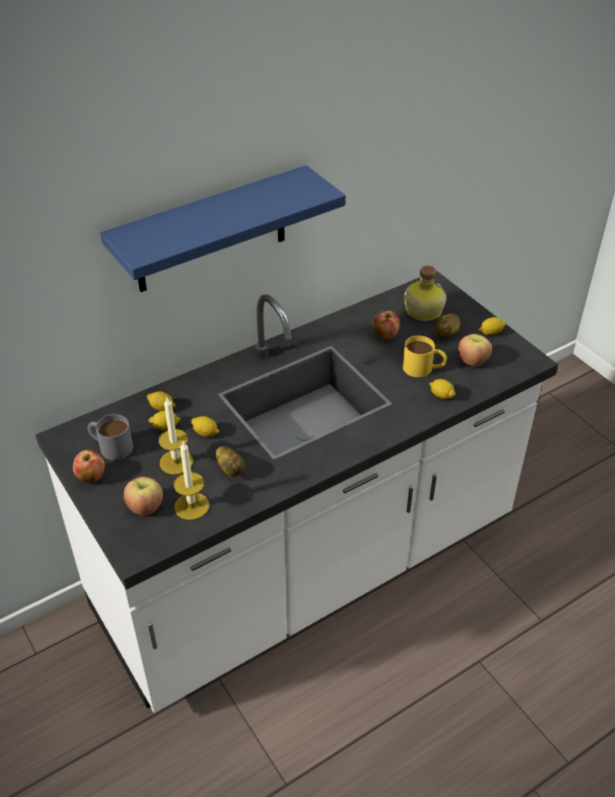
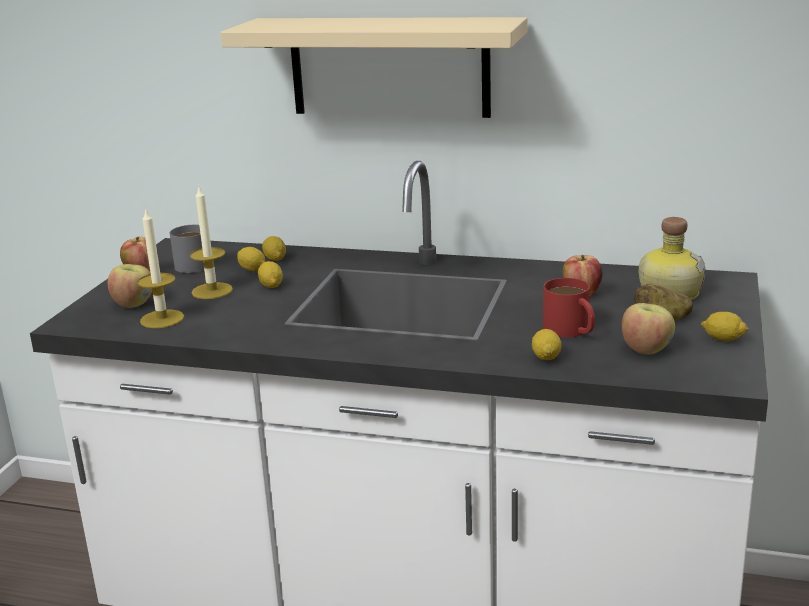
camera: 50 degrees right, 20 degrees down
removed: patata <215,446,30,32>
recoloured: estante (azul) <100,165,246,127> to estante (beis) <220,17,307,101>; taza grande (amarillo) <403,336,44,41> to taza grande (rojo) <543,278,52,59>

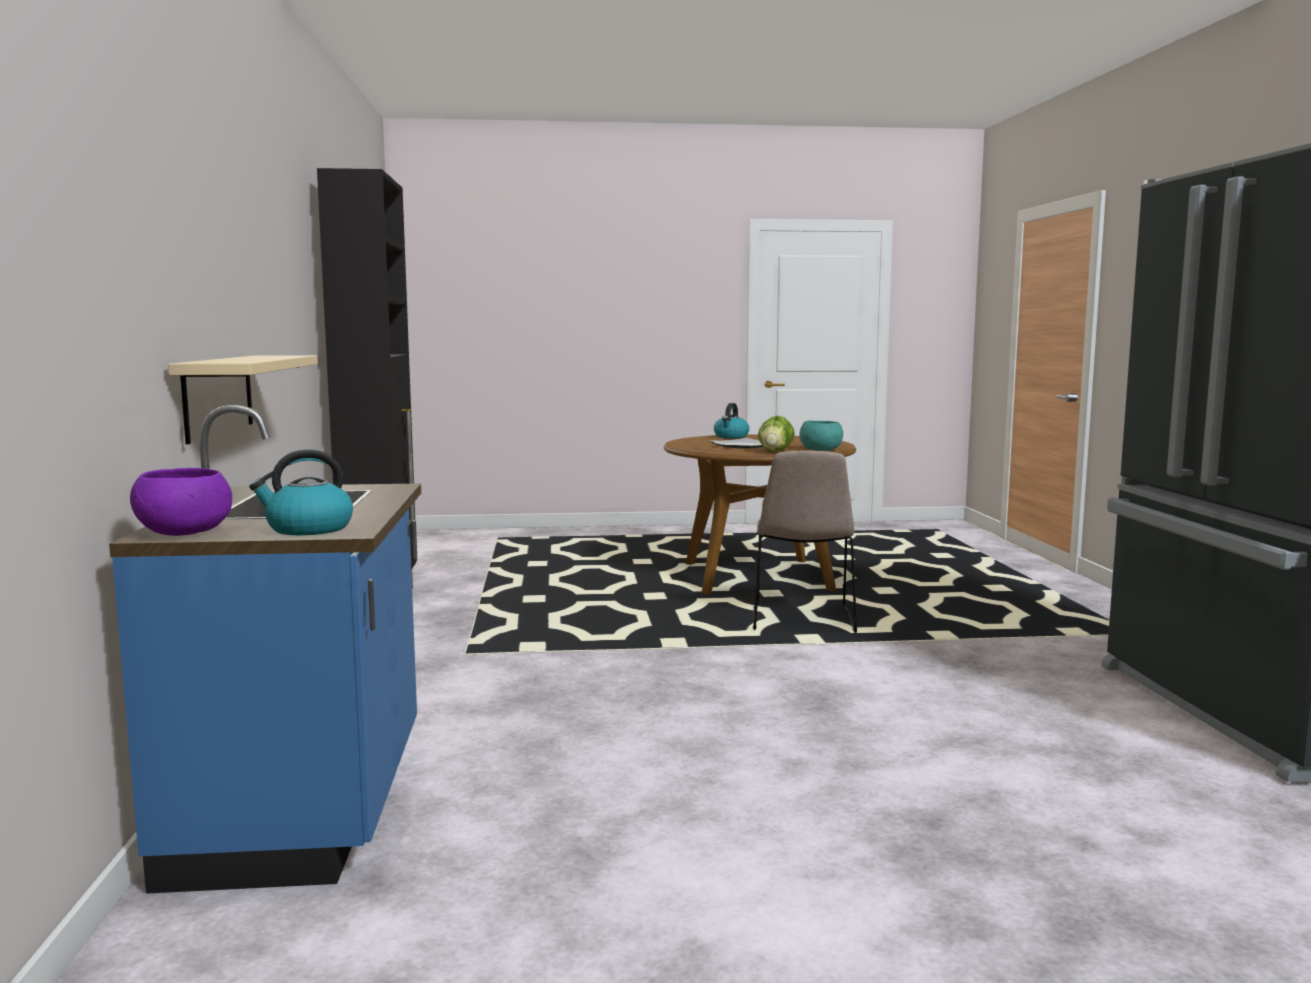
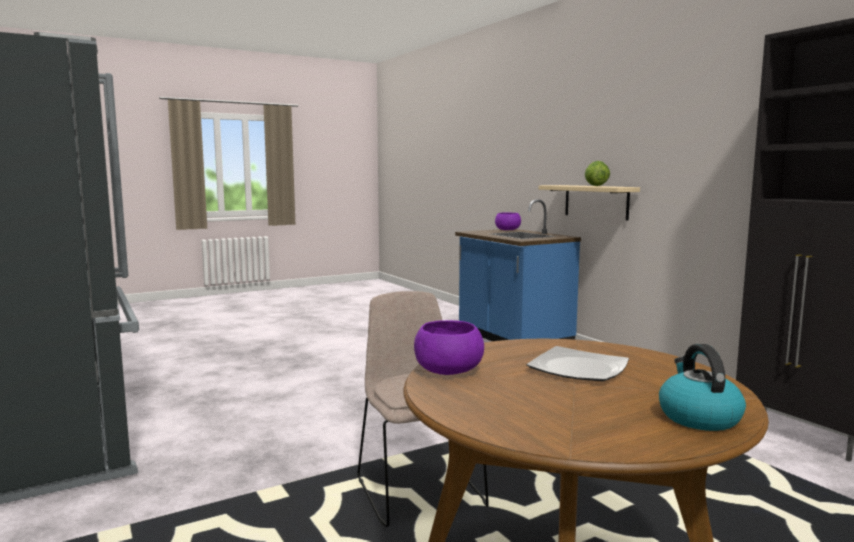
camera: 155 degrees right, 0 degrees up
removed: hervidor <249,449,104,86>
moved: lechuga <758,416,37,36> to <585,161,25,25>
recoloured: cuenco (turquesa) <799,421,44,30> to cuenco (morado) <414,320,70,55>

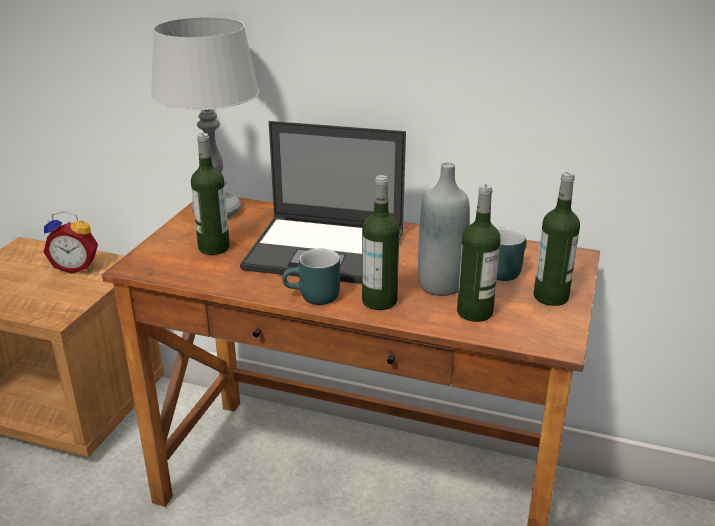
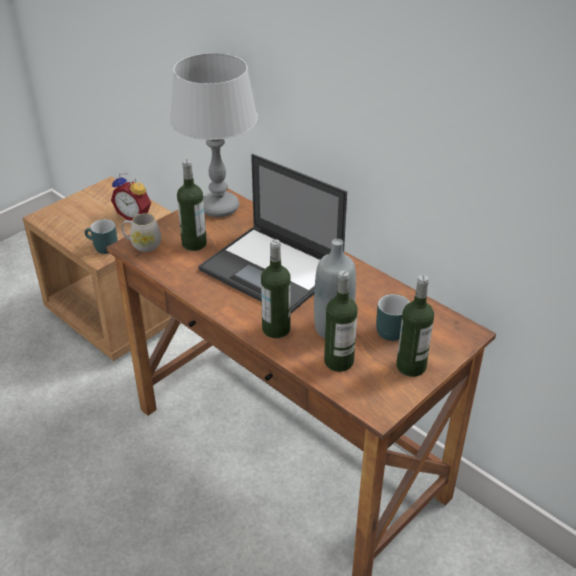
camera: 25 degrees right, 10 degrees up
added: taza grande (blanco) <121,213,40,39>
moved: taza grande (turquesa) <282,248,58,57> to <84,219,34,35>

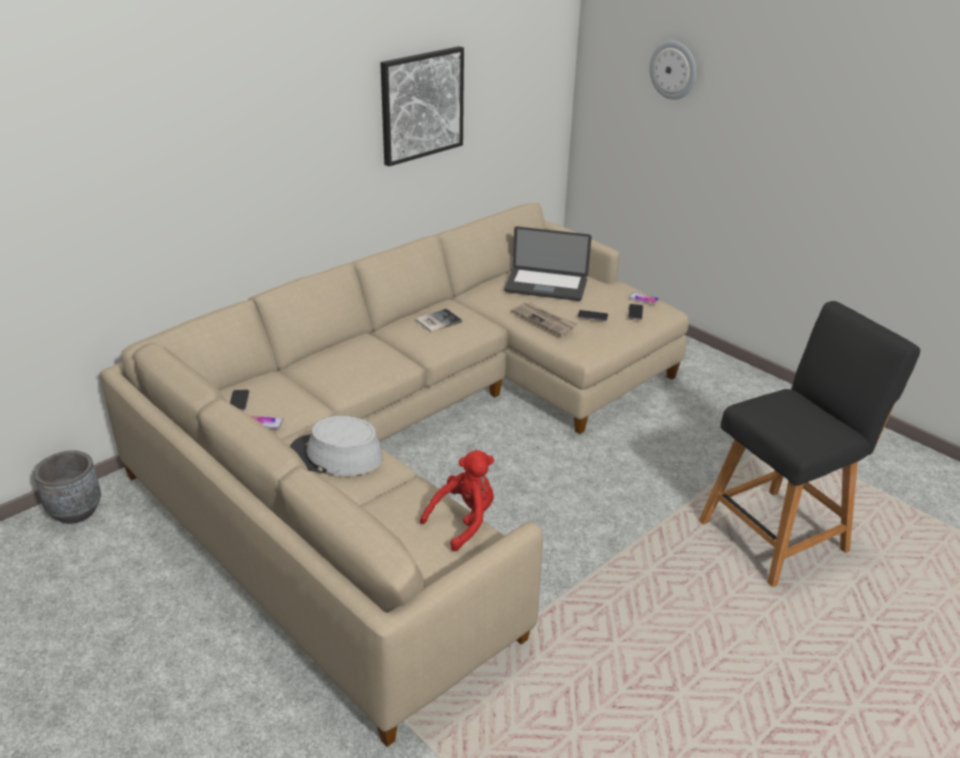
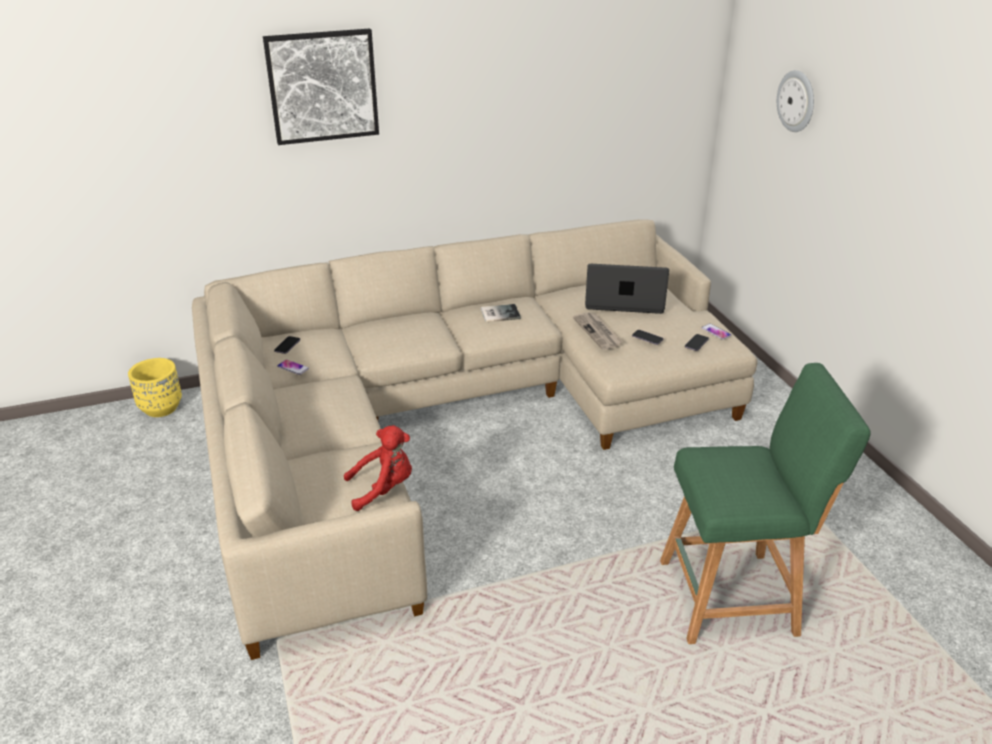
camera: 25 degrees right, 0 degrees up
removed: sombrero (gris) <290,416,93,60>
moved: cuadro <380,46,84,121> to <263,28,116,117>
recoloured: maceta (gris) <33,450,68,74> to maceta (amarillo) <128,358,54,59>; taburete (negro) <699,301,221,286> to taburete (verde) <660,363,211,281>
turned: portátil <504,227,88,74> = <585,264,84,50> 150 degrees clockwise

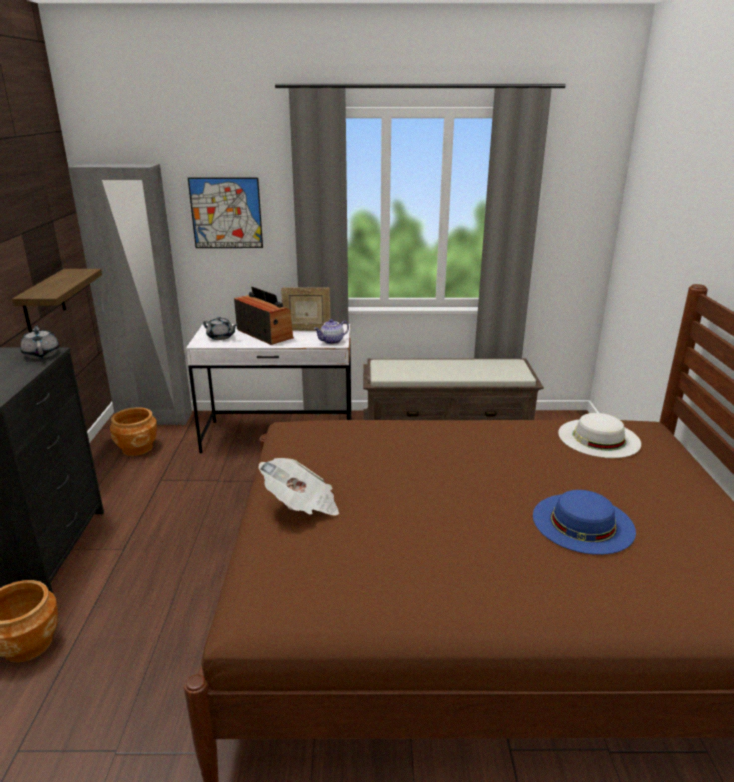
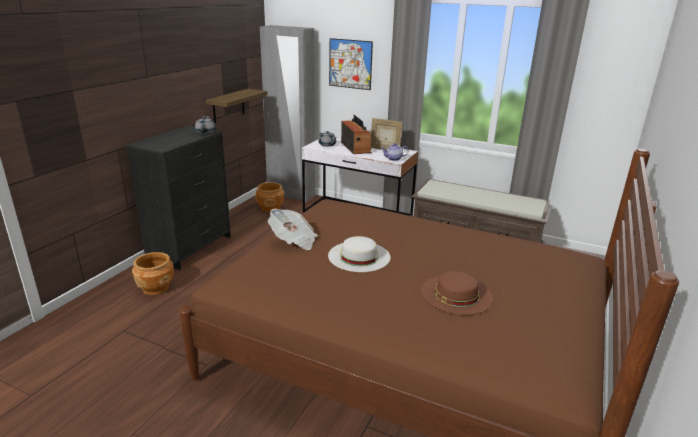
camera: 25 degrees right, 0 degrees up
moved: sombrero (blanco) <558,413,83,45> to <328,236,63,36>
recoloured: sombrero (azul) <533,490,103,65> to sombrero (marrón) <421,271,72,44>

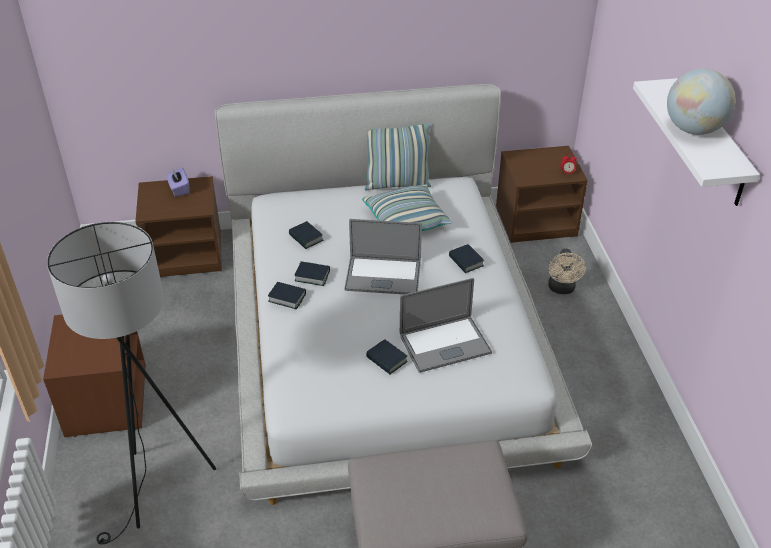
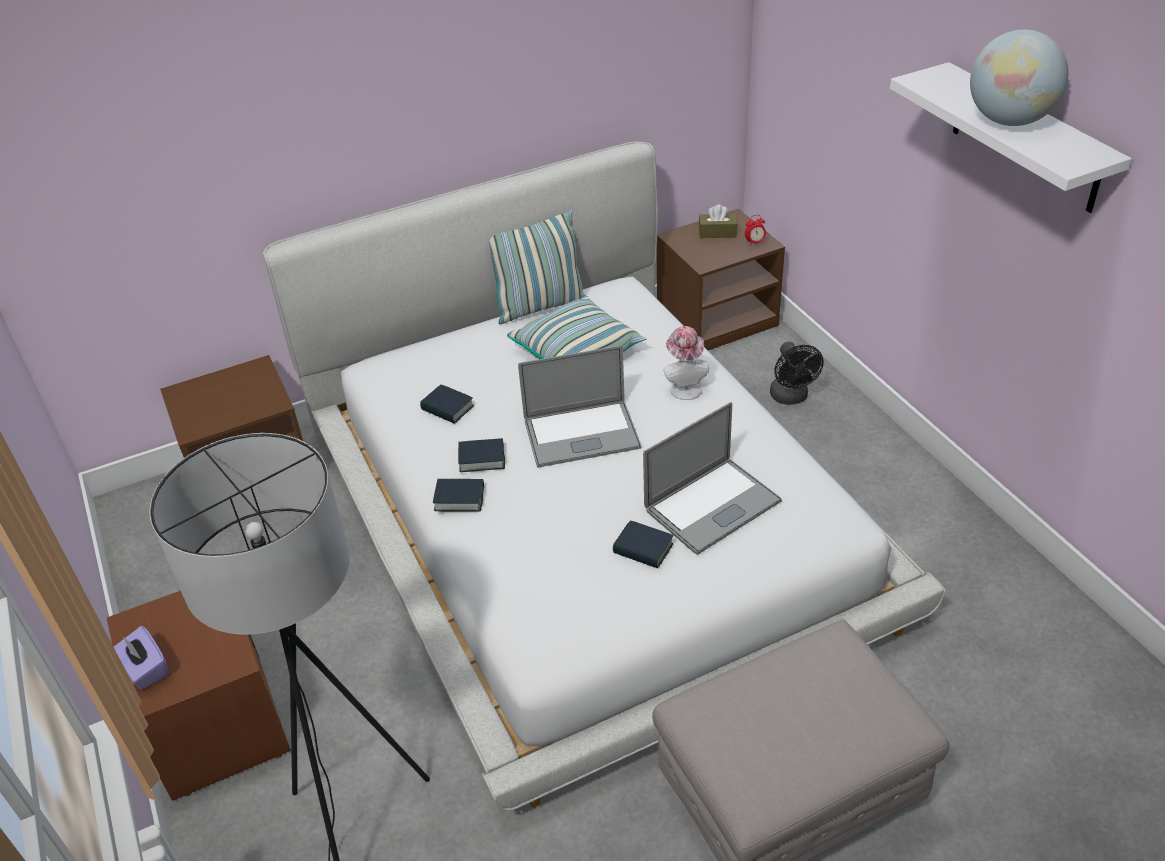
camera: 15 degrees left, 0 degrees up
added: caja de pañuelos (marrón) <699,204,38,34>
moved: caja de pañuelos (morado) <167,168,23,29> to <114,626,55,64>
replaced: libro <449,244,35,29> to sombrero <663,326,46,74>
recoloured: ventilador (beis) <548,249,38,45> to ventilador (negro) <770,342,54,63>

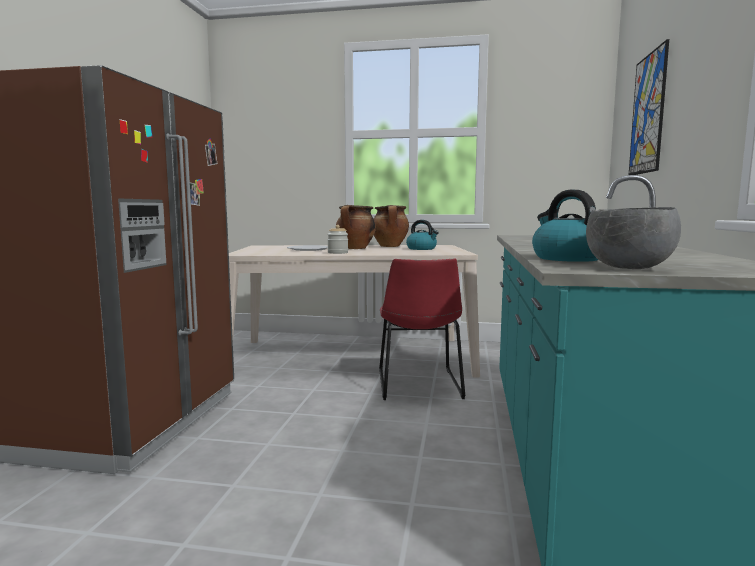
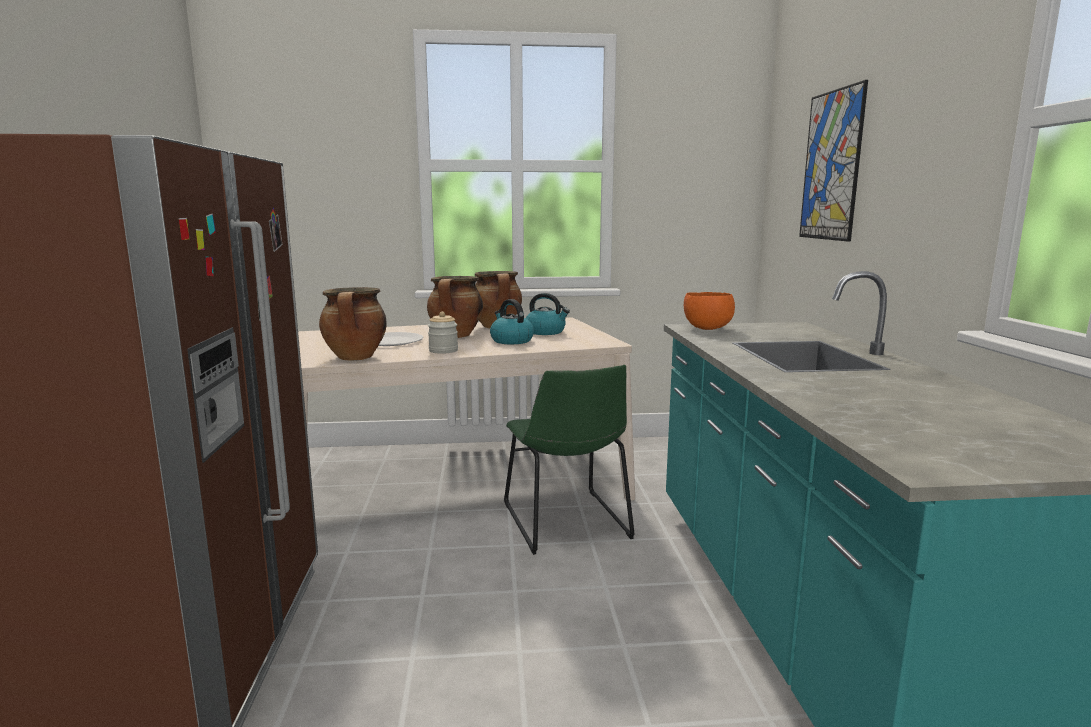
camera: 15 degrees left, 5 degrees up
removed: cuenco (gris) <586,207,95,62>
added: olla <319,287,67,73>; cuenco (naranja) <684,292,51,38>
moved: hervidor <532,190,66,72> to <490,299,44,45>
recoloured: silla (rojo) <379,259,87,141> to silla (verde) <504,365,131,190>

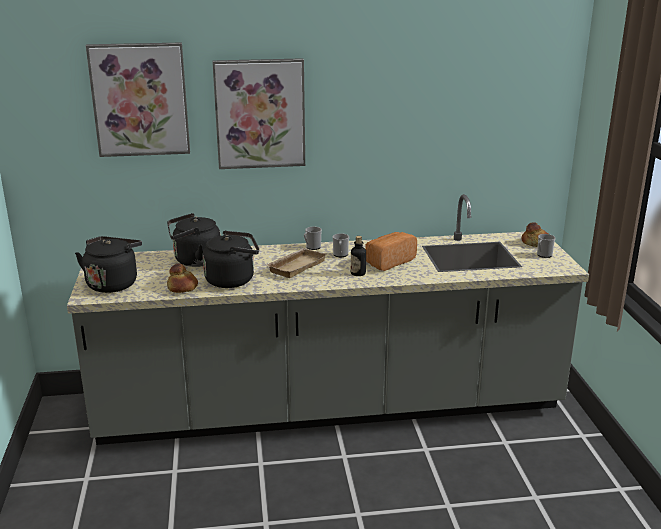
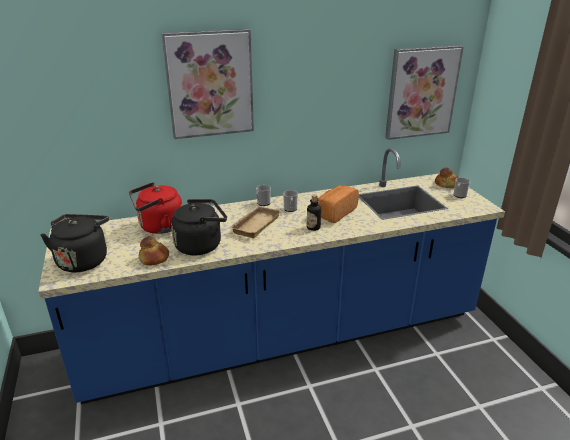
camera: 10 degrees left, 5 degrees up
moved: cuadro <86,42,104,115> to <385,45,79,95>
recoloured: mueble bajo de cocina (gris) <67,194,522,251> to mueble bajo de cocina (azul) <38,148,467,256>; hervidor (negro) <167,213,54,54> to hervidor (rojo) <129,182,53,52>

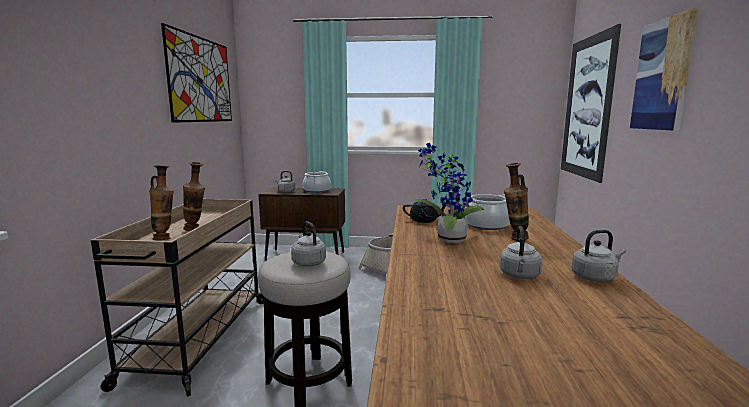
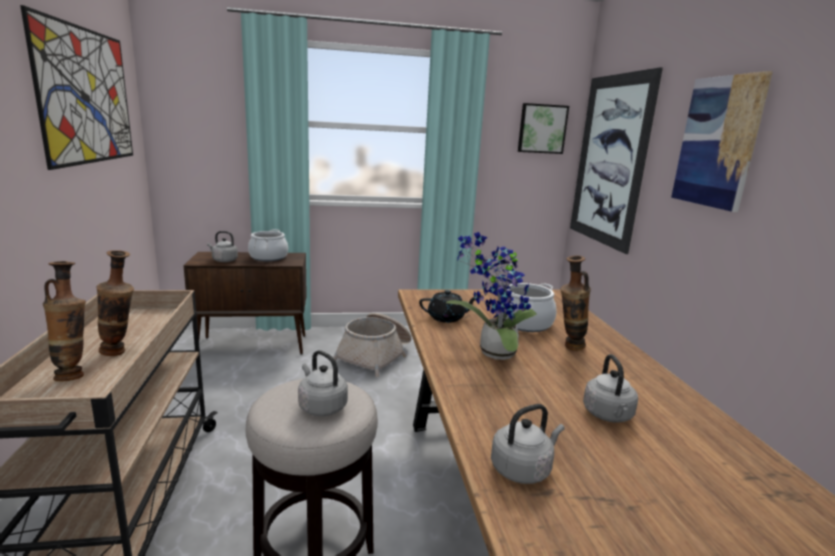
camera: 15 degrees left, 5 degrees up
added: cuadro <518,103,51,51>
moved: hervidor (gris) <572,230,54,52> to <491,404,74,80>

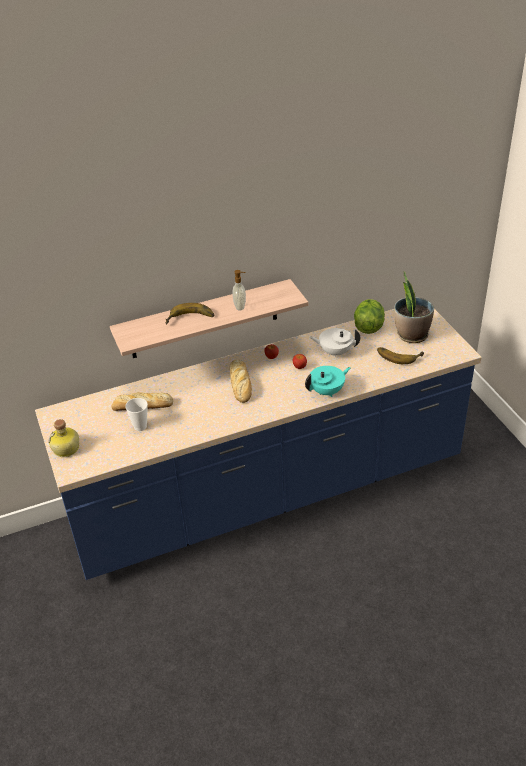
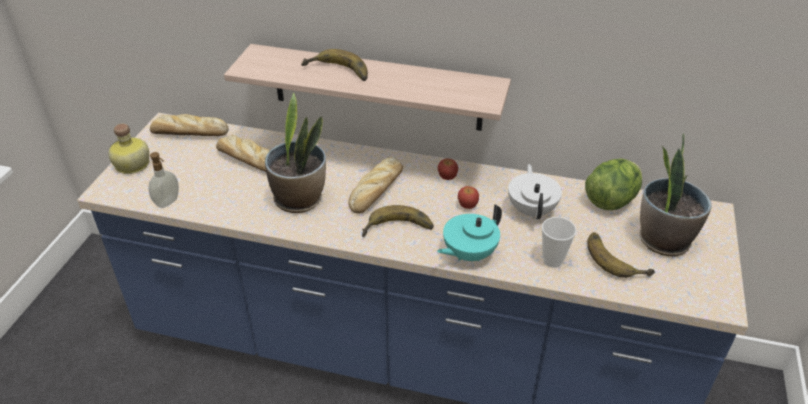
camera: 35 degrees right, 0 degrees up
added: pan <150,114,78,22>; planta en maceta <265,93,61,120>; plátano <362,205,72,32>
moved: dispensador de jabón <232,270,14,41> to <148,152,31,56>; taza <125,398,23,33> to <542,217,35,51>
turned: tetera (turquesa) <305,366,46,31> = <437,204,65,57> 135 degrees clockwise; tetera (blanco) <310,328,50,30> = <508,164,54,55> 45 degrees clockwise

